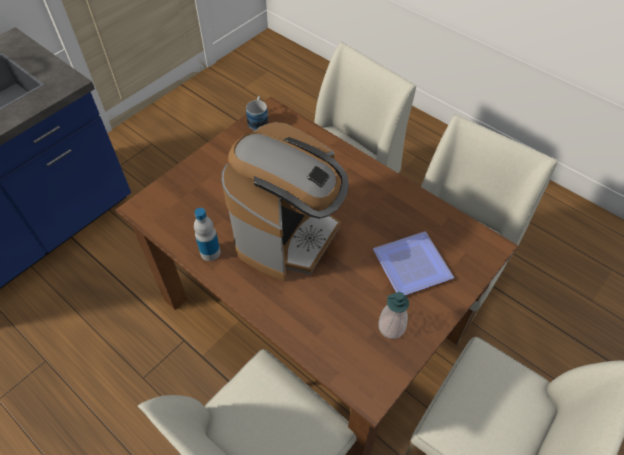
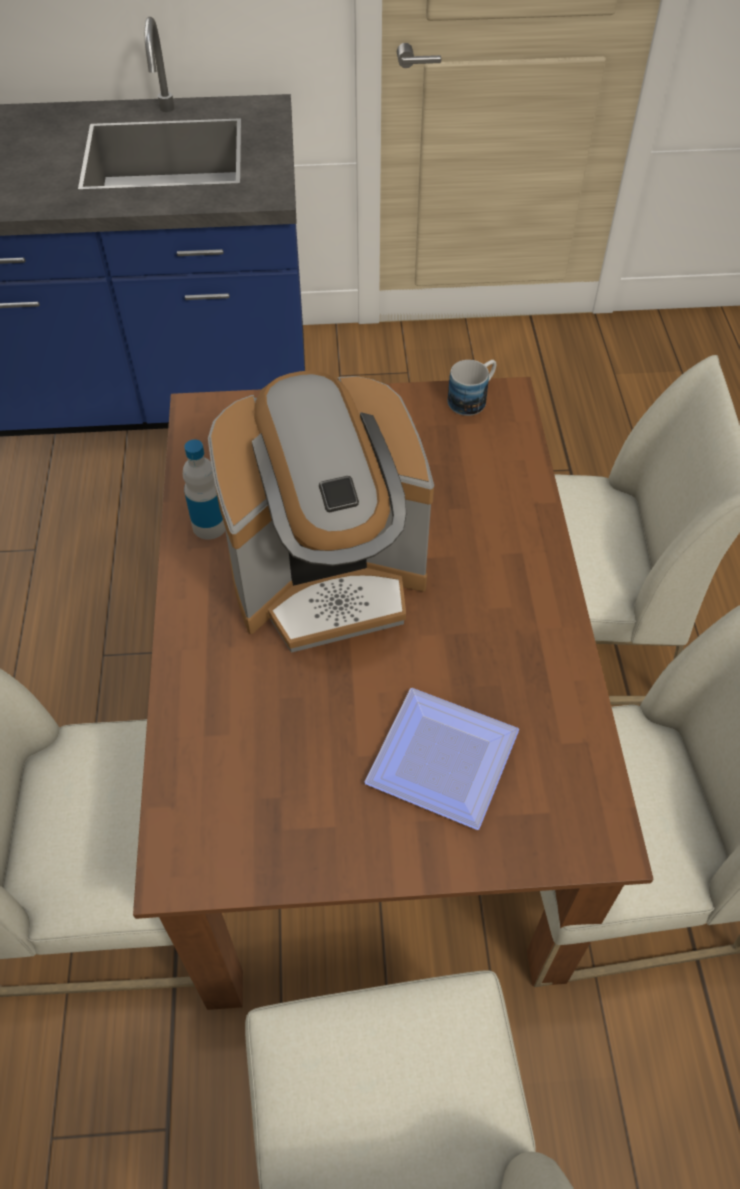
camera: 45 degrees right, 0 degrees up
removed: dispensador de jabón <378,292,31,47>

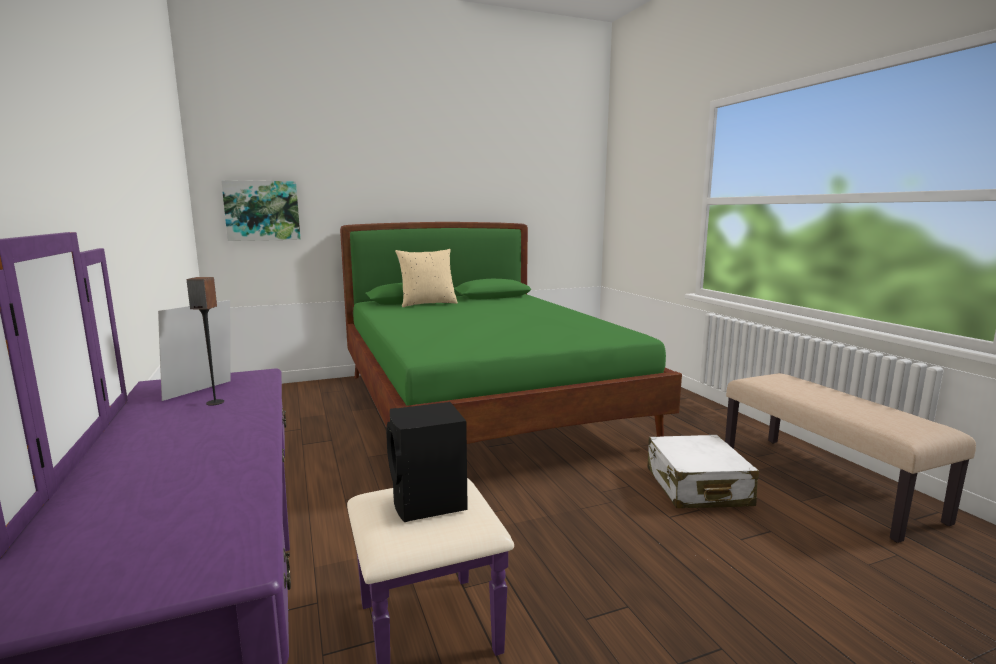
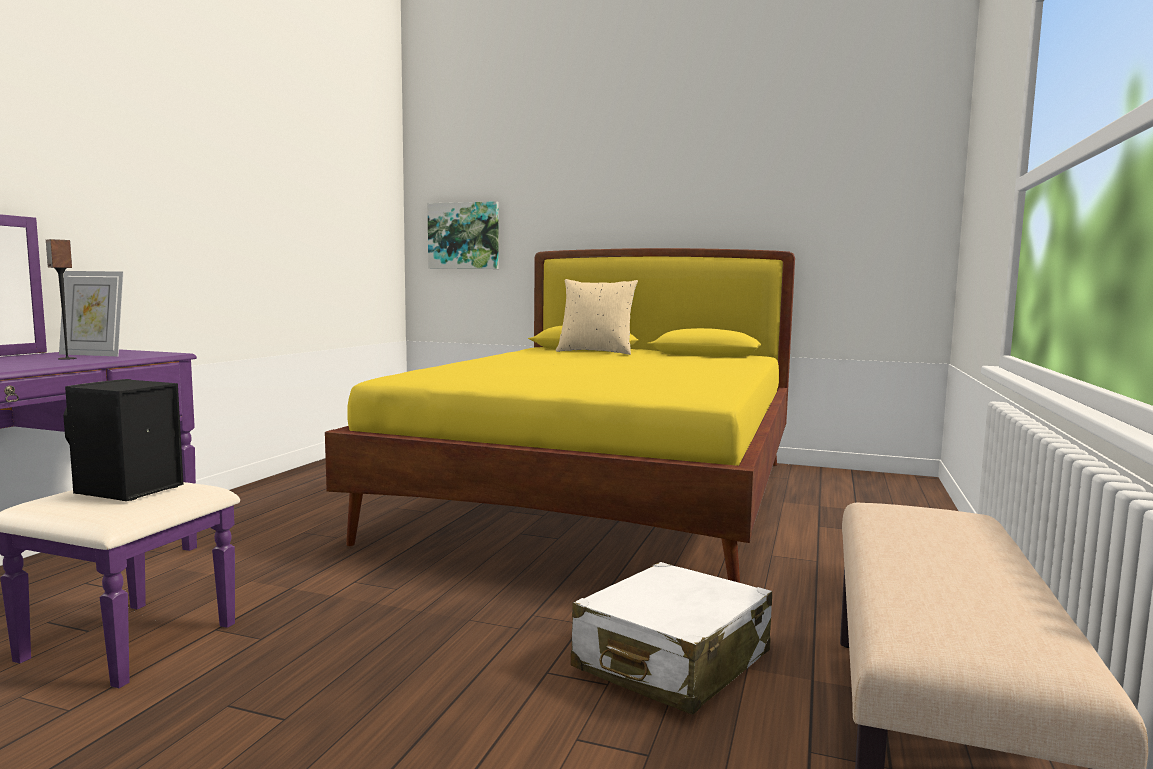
camera: 40 degrees right, 5 degrees down
recoloured: cama (verde) <340,222,342,222> to cama (amarillo) <325,248,470,335>
turned: portarretratos <158,300,72,101> = <59,271,65,85> 150 degrees counterclockwise

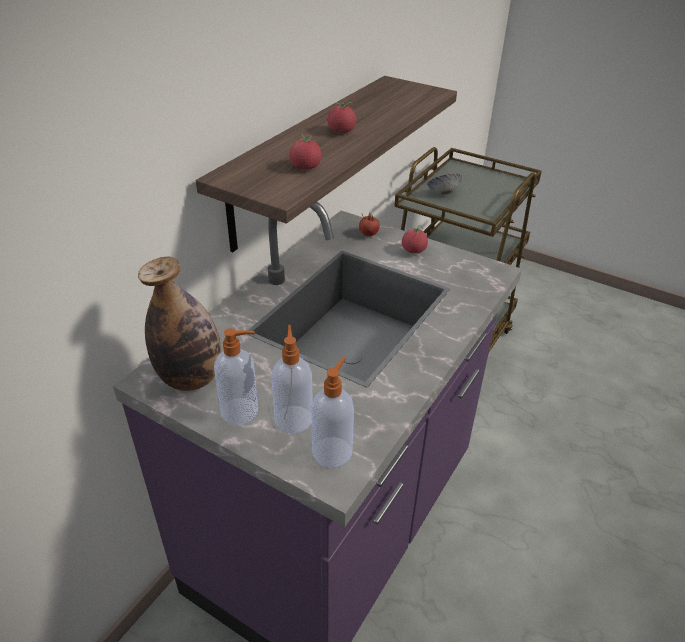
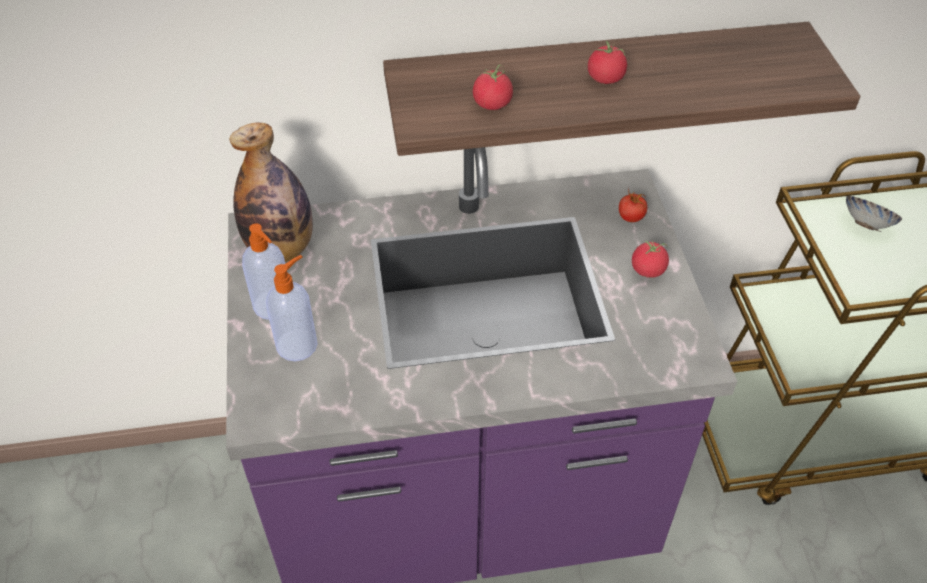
camera: 50 degrees right, 10 degrees up
removed: dispensador de jabón <311,357,43,111>

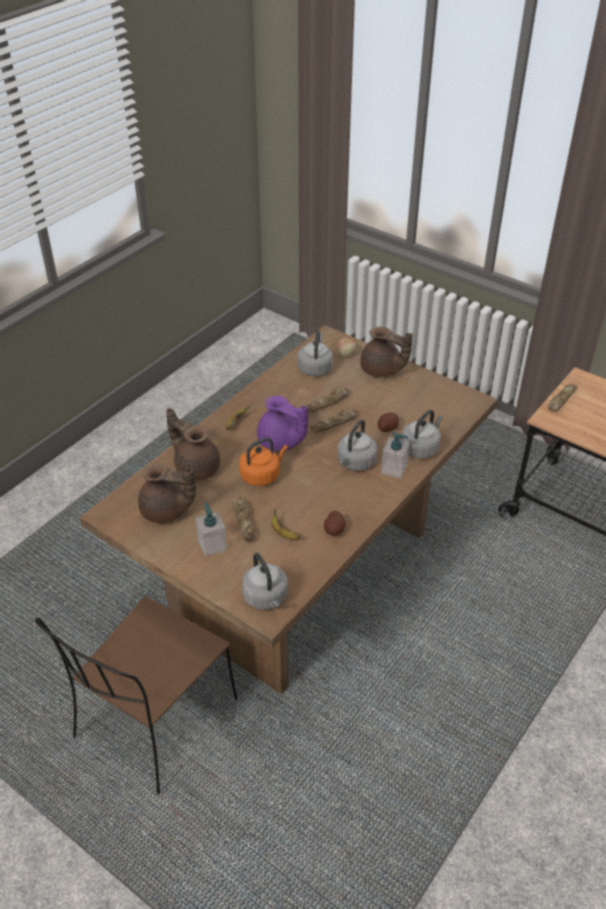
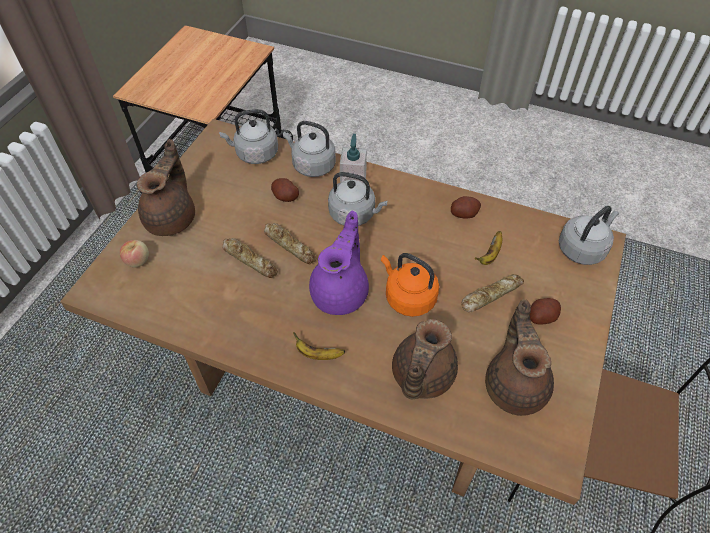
camera: 105 degrees left, 10 degrees up
removed: pan <548,383,29,29>
moved: hervidor (gris) <298,330,35,46> to <219,109,59,55>
replaced: dispensador de jabón <196,502,31,54> to patata <530,298,31,26>

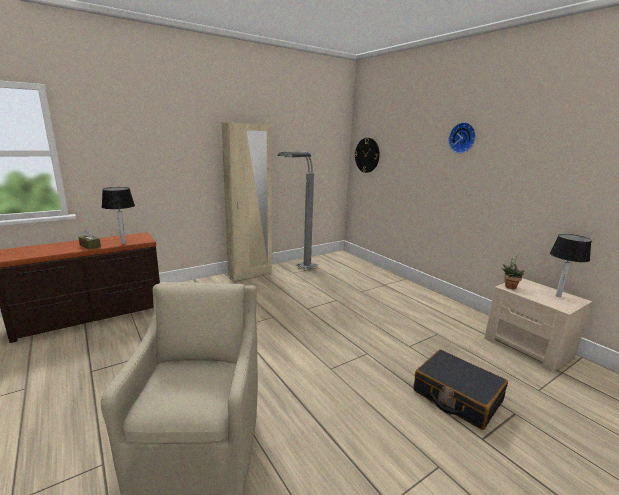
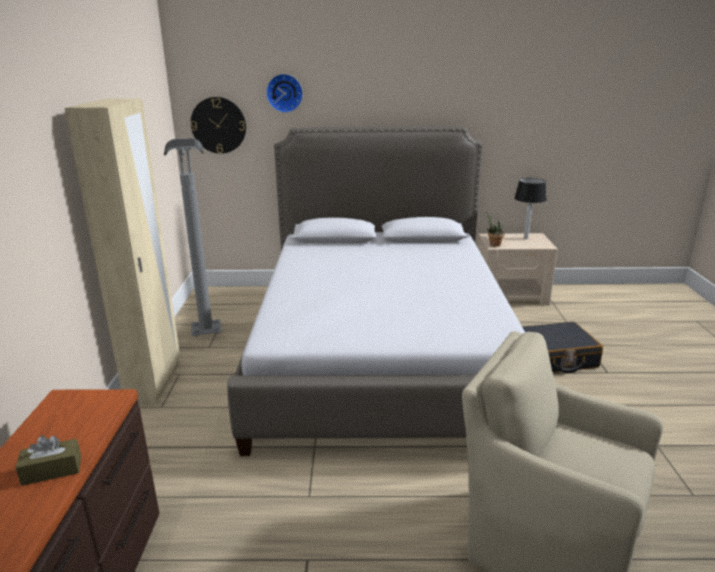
camera: 55 degrees left, 5 degrees up
removed: lámpara de mesa <102,187,33,57>
added: cama <227,126,298,330>
moved: reloj de pared <448,122,28,31> to <266,74,37,39>

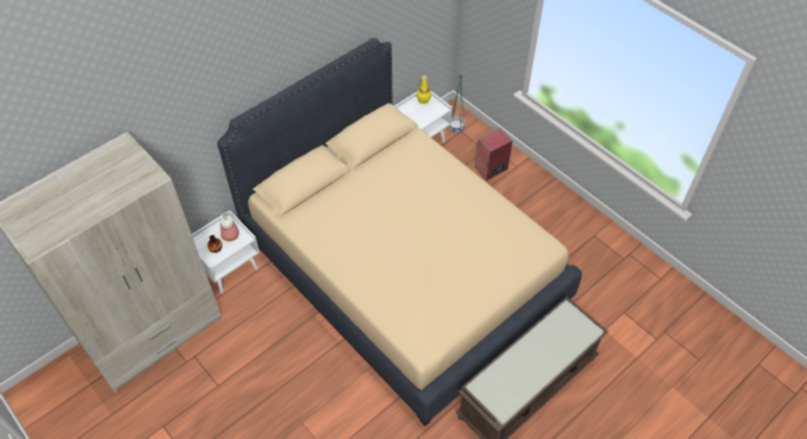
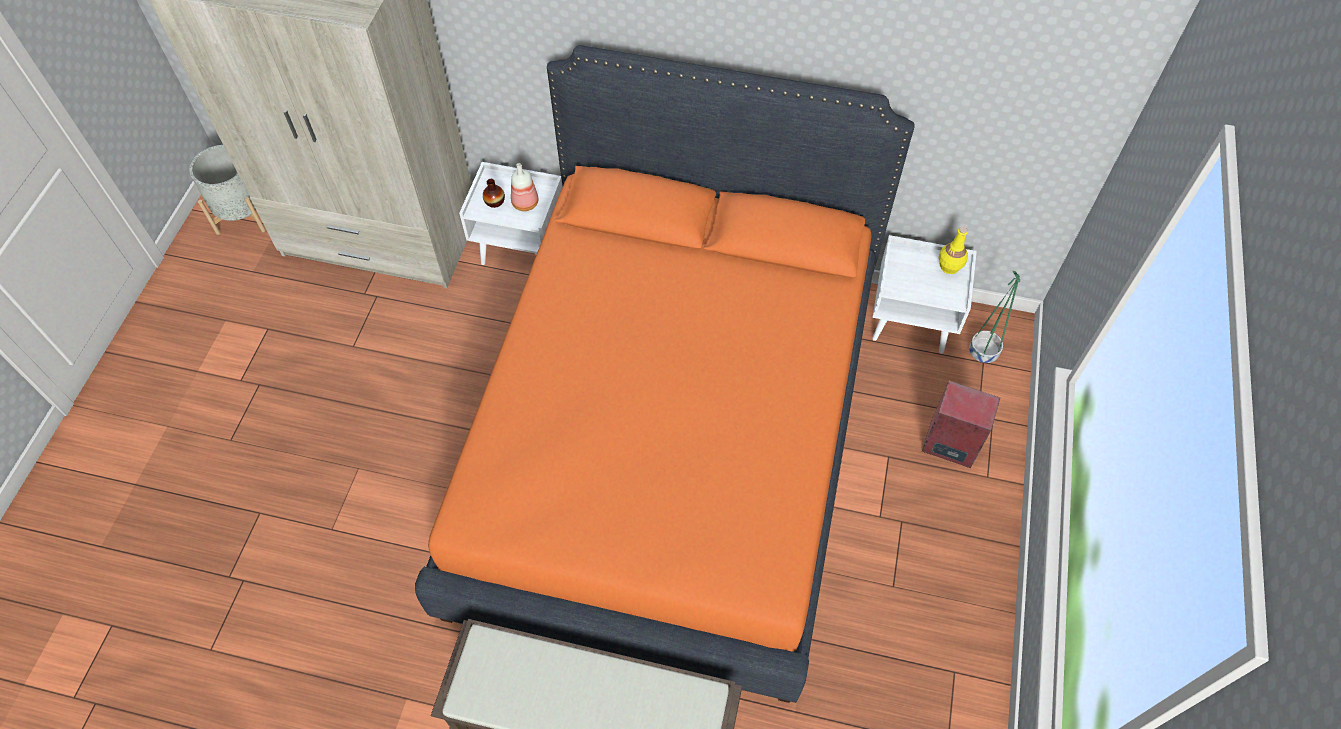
camera: 55 degrees right, 5 degrees up
added: maceta (gris) <189,145,77,90>
recoloured: cama (beis) <217,38,365,388> to cama (naranja) <415,45,500,658>

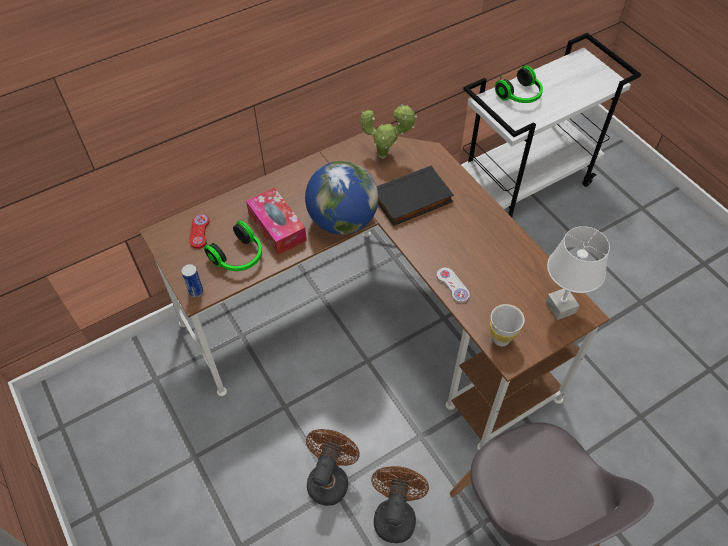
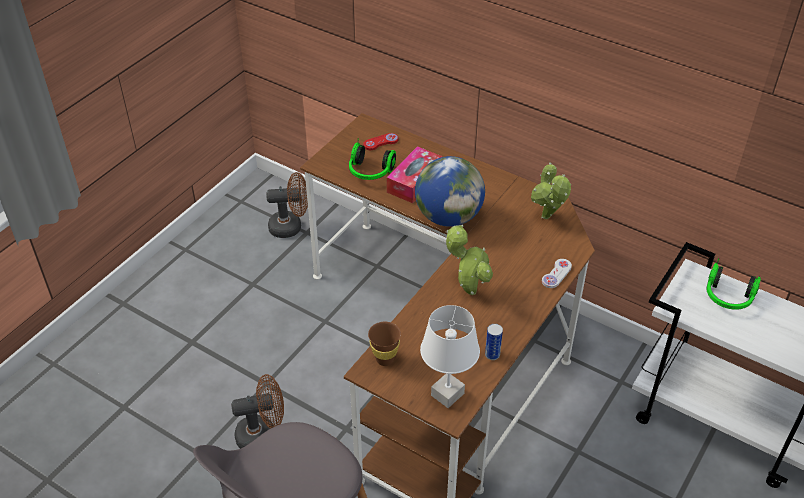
camera: 65 degrees right, 10 degrees down
removed: libro (negro) <377,165,77,61>
added: planta en maceta <446,225,47,70>
moved: ventilador (marrón) <306,429,54,77> to <266,172,42,66>; lata <181,264,22,33> to <485,324,18,36>; mando de consola (blanco) <436,268,34,35> to <542,259,30,29>
recoloured: taza (blanco) <490,304,34,42> to taza (marrón) <368,322,33,44>

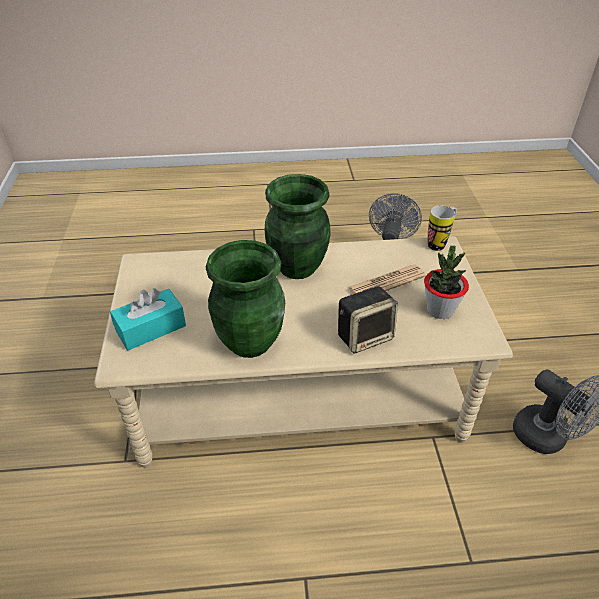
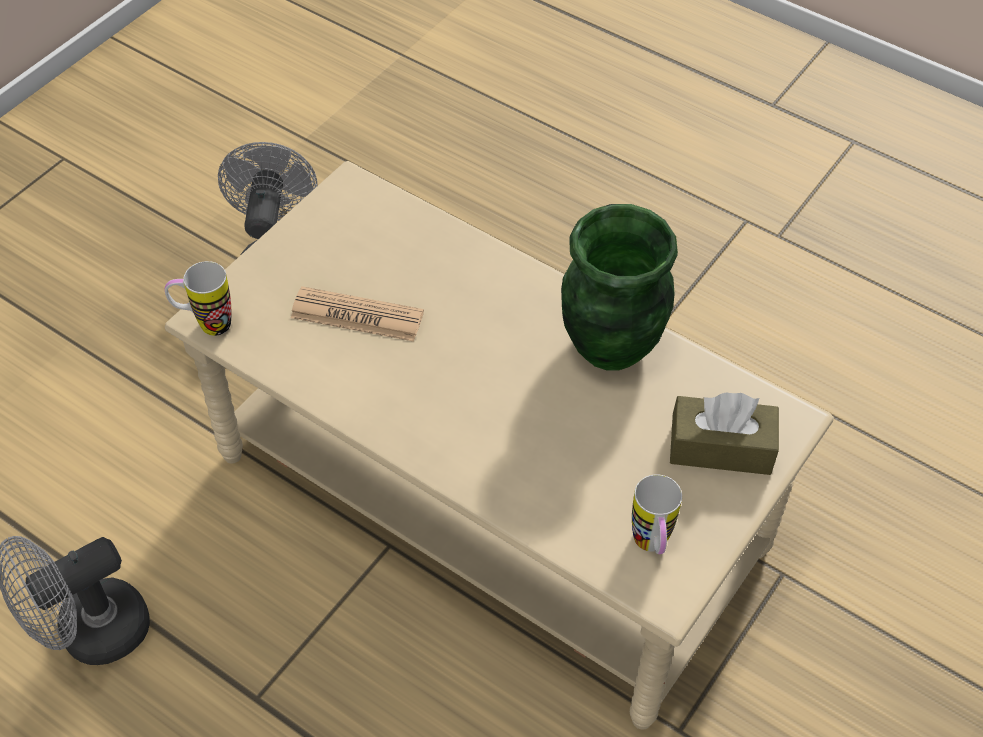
camera: 140 degrees left, 10 degrees up
removed: florero (verde) <265,174,66,105>; altavoz <338,286,60,67>; planta en maceta <424,246,45,73>
added: taza grande <632,474,50,80>
recoloured: caja de pañuelos (turquesa) <110,288,76,63> to caja de pañuelos (marrón) <670,392,109,83>

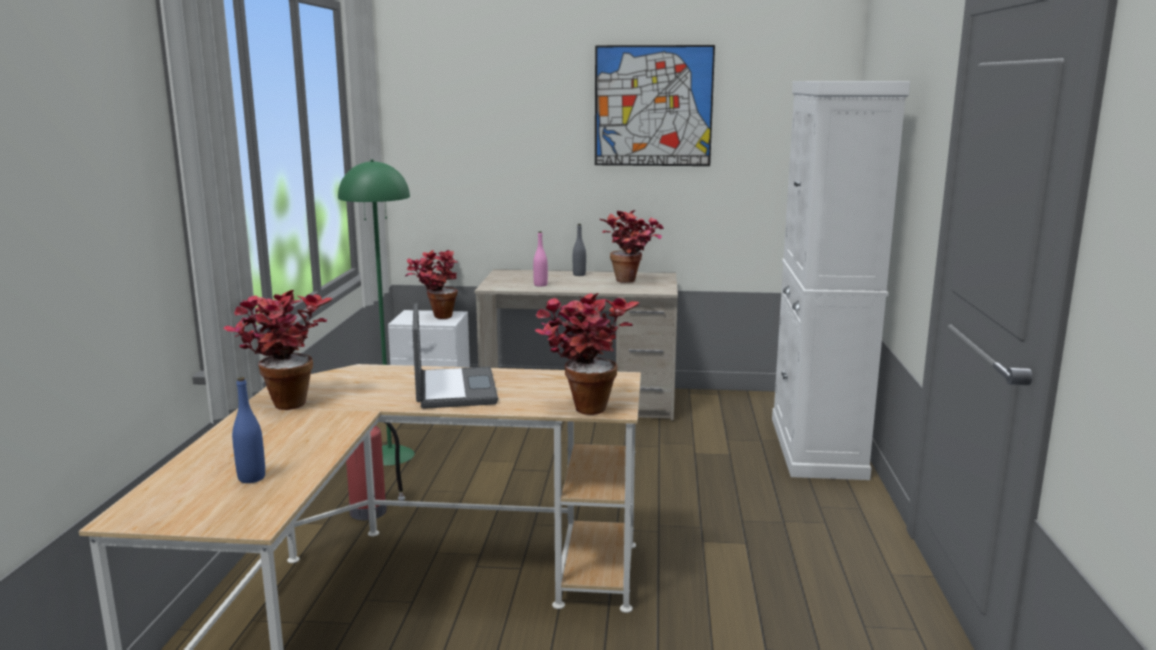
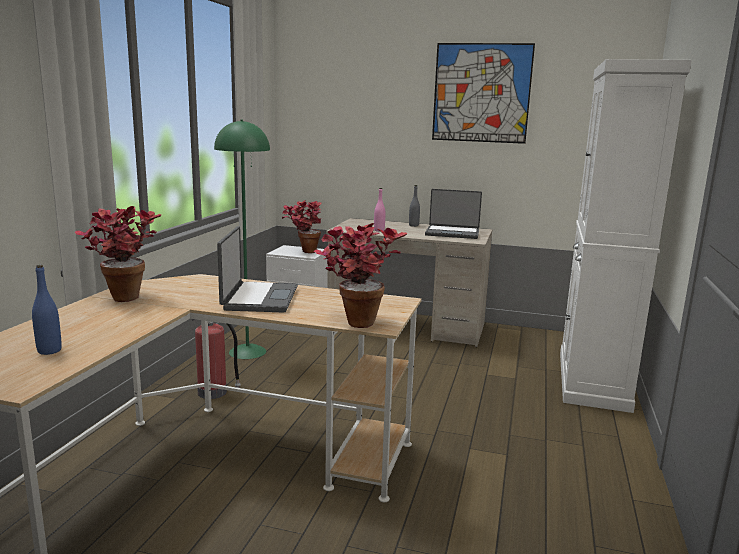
camera: 10 degrees right, 0 degrees up
replaced: planta en maceta <600,210,64,73> to portátil <425,189,57,50>

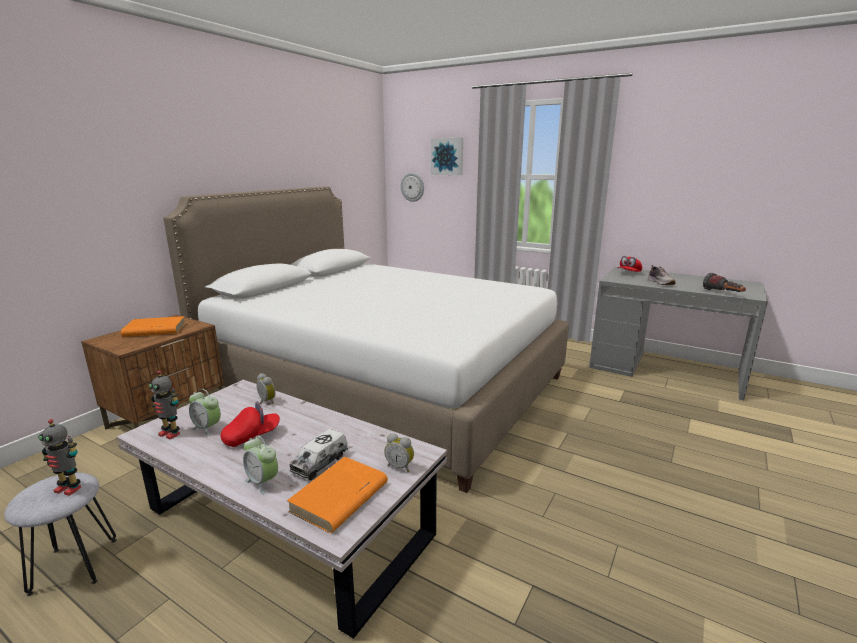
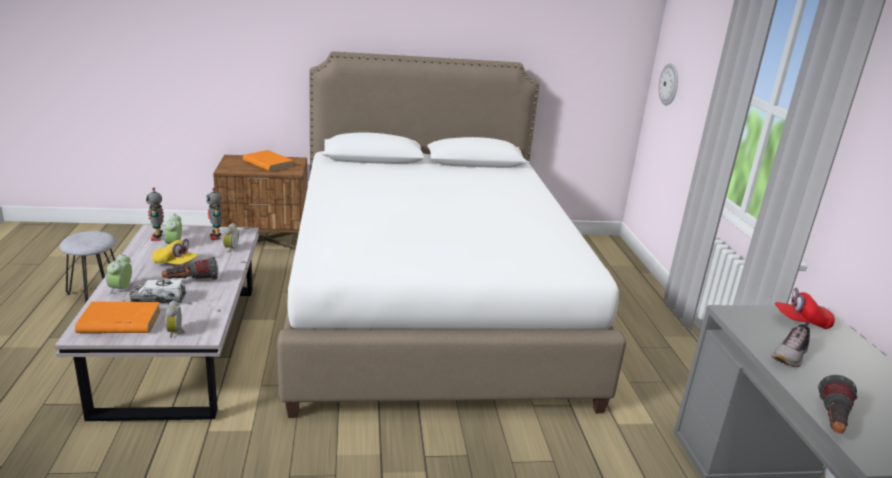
camera: 50 degrees right, 5 degrees up
removed: cuadro <430,138,33,37>
added: linterna <162,257,56,23>
moved: robot de juguete <39,419,42,77> to <206,188,17,52>
recoloured: gorra (rojo) <221,402,59,45> to gorra (amarillo) <152,239,46,26>

